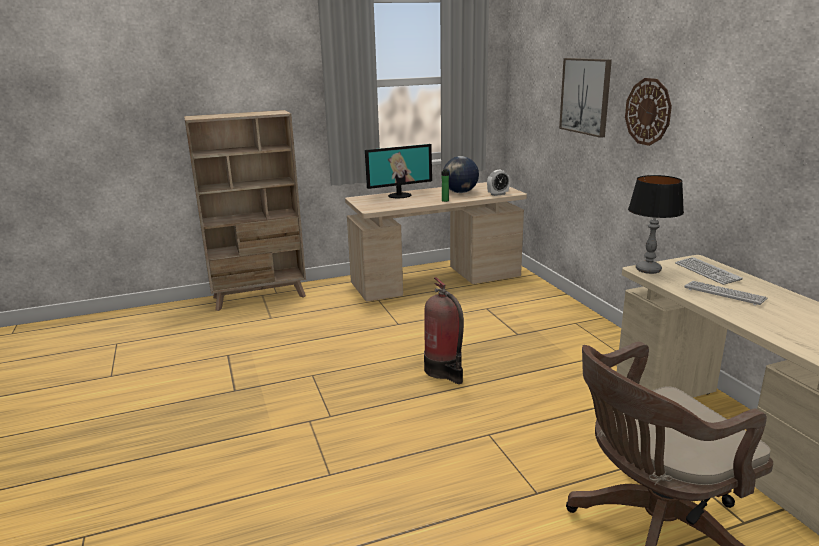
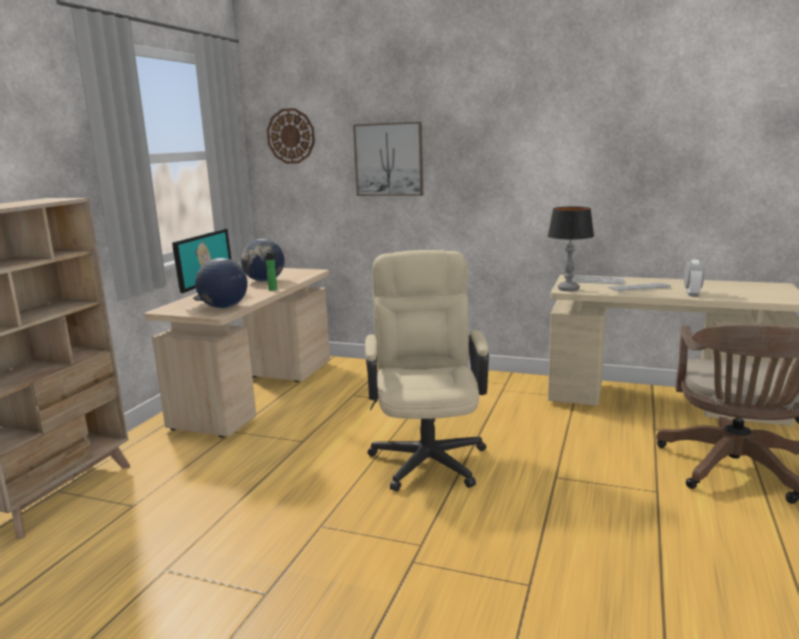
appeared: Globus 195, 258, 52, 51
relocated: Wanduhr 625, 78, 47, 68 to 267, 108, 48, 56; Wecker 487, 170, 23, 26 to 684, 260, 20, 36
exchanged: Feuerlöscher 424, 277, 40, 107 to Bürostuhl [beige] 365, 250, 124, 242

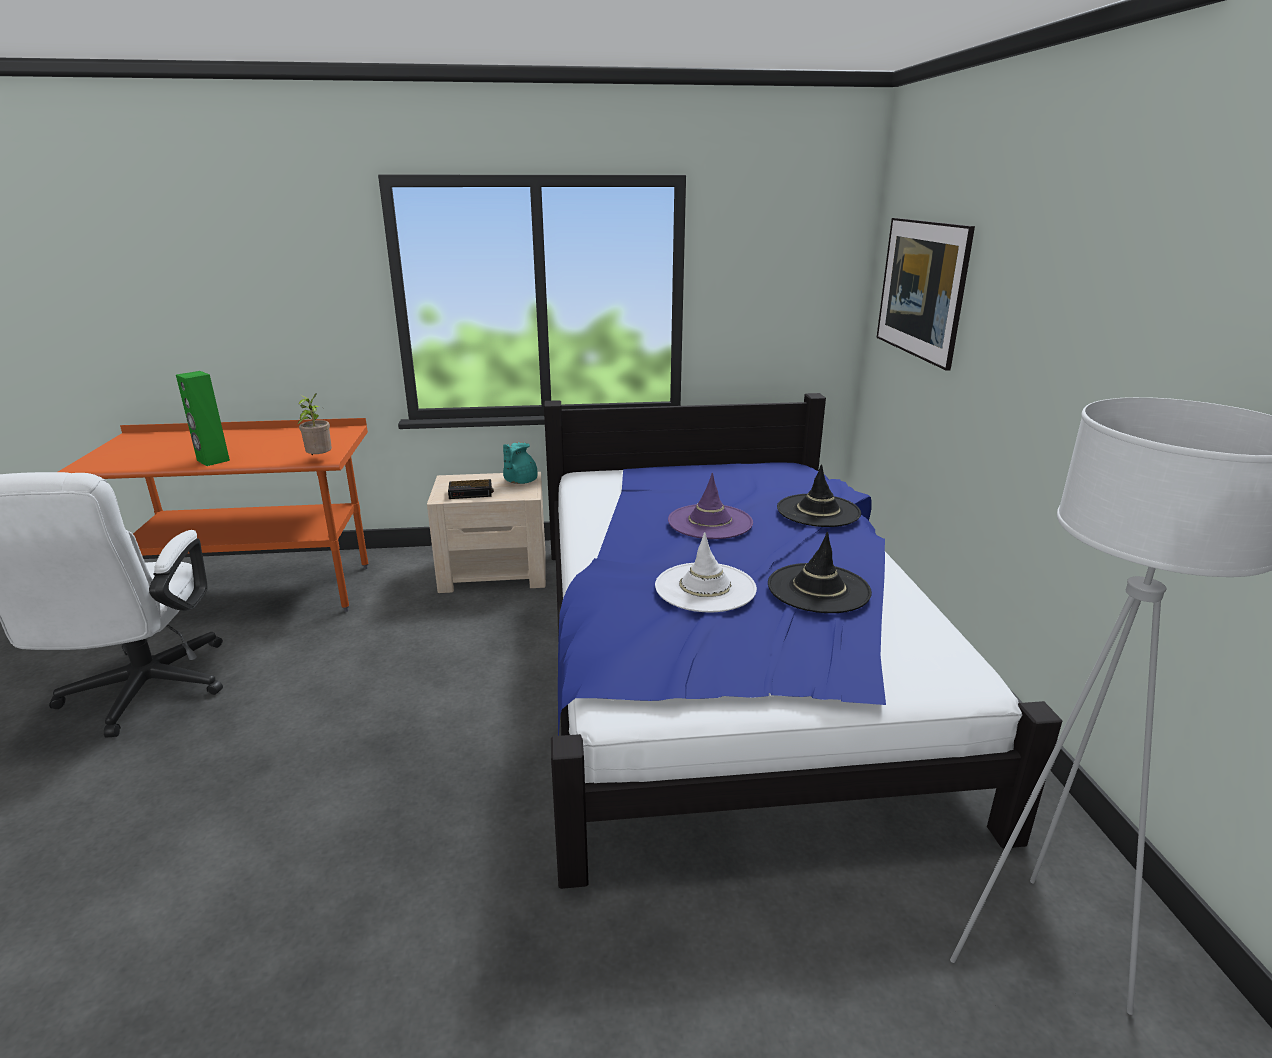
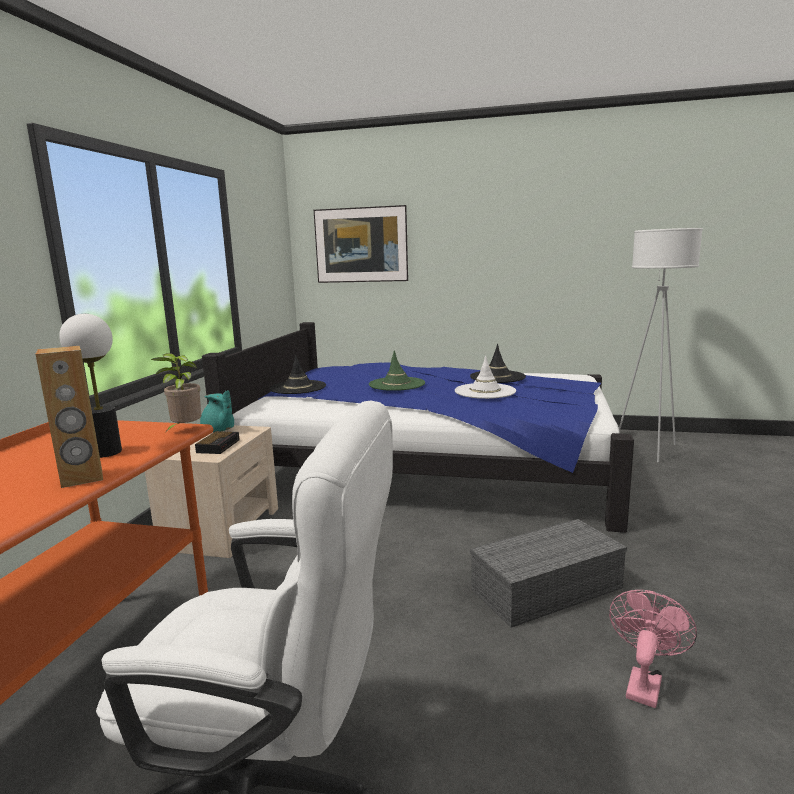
appeared: Tischlampe 59, 314, 63, 144; Aufbewahrungsbox [grau] 470, 519, 157, 109; Ventilator [rosa] 609, 590, 88, 118
relocated: Hut [schwarz] 777, 464, 84, 63 to 269, 354, 57, 40
colour: Lautsprecher [grün] 176, 371, 54, 95 to Lautsprecher [braun] 36, 346, 67, 142; Hut [lila] 668, 473, 85, 66 to Hut [grün] 369, 350, 56, 41

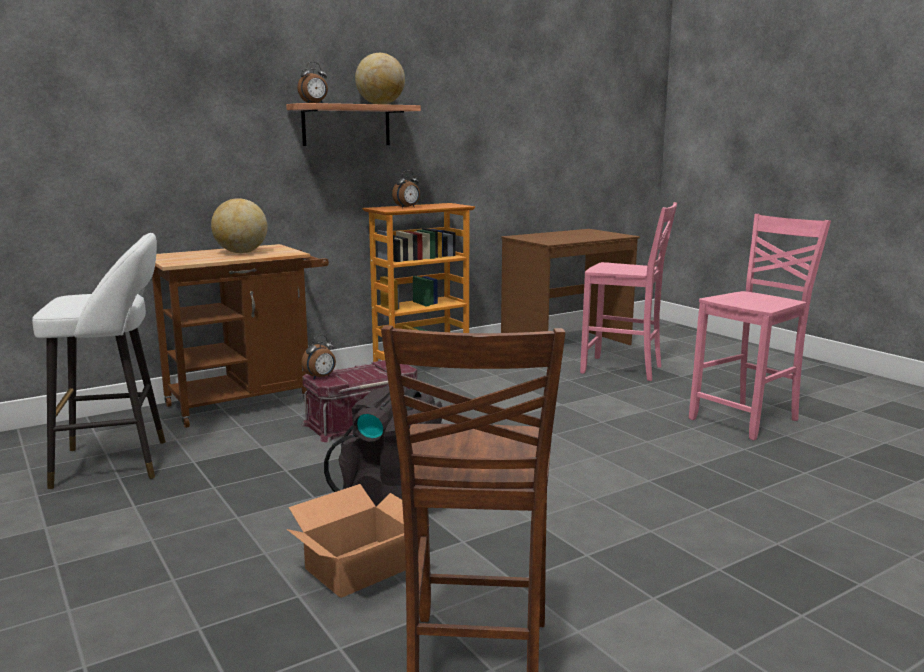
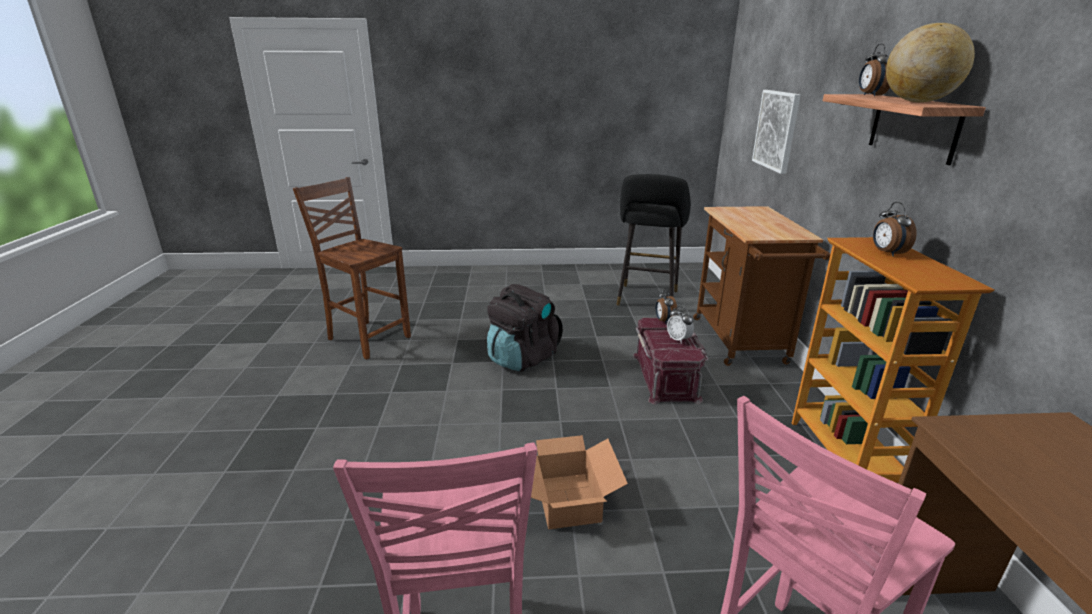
missing: Globus 211, 198, 56, 55
appeared: Wecker 667, 306, 27, 38; Bild 752, 90, 49, 84
relocated: Karton 287, 484, 119, 114 to 531, 435, 97, 94
colour: Hocker [weiß] 32, 233, 134, 256 to Hocker [schwarz] 616, 174, 75, 132

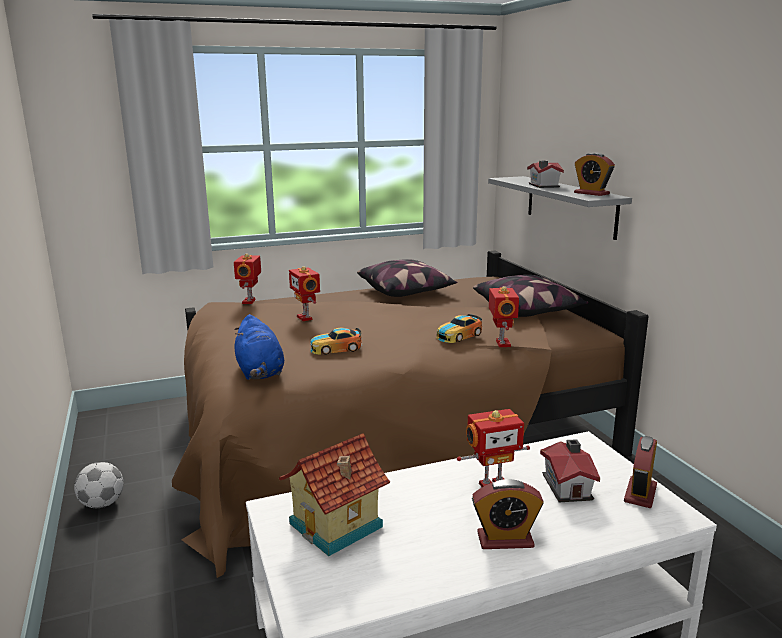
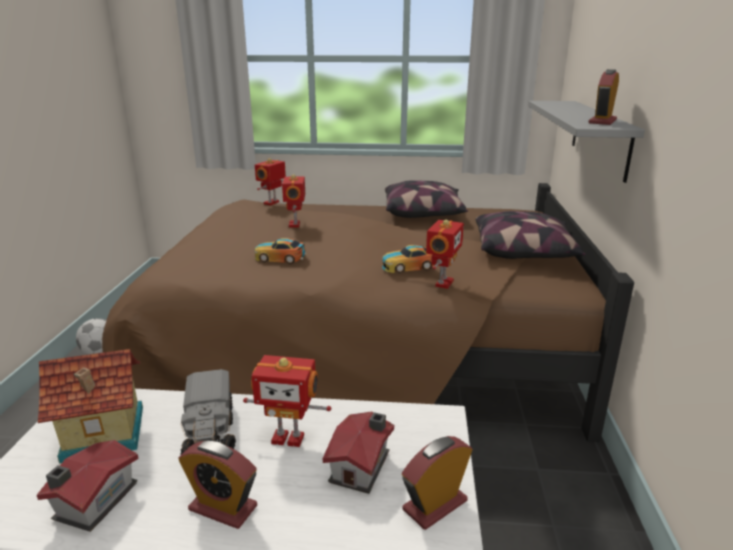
missing: Plüschtier [blau] 234, 314, 50, 66
appeared: Spielzeuglaster 180, 369, 56, 86
relocated: Spielzeughaus 527, 160, 37, 28 to 37, 440, 102, 92
spun: Wecker 574, 153, 41, 43 = 589, 69, 30, 56 45 degrees clockwise

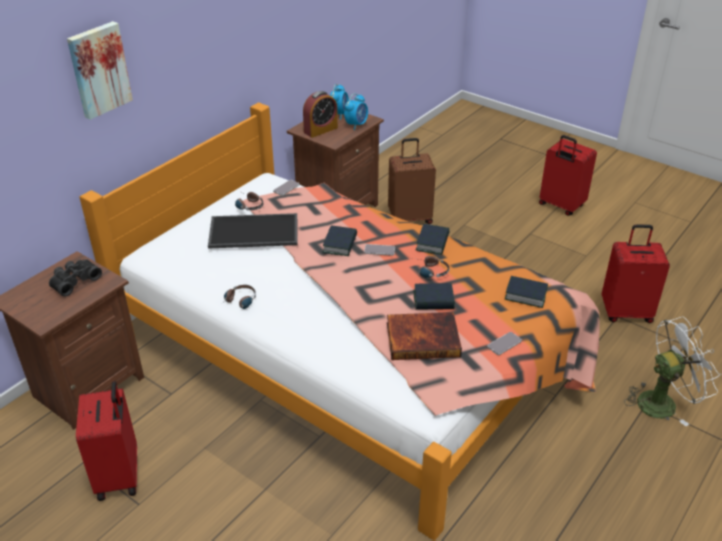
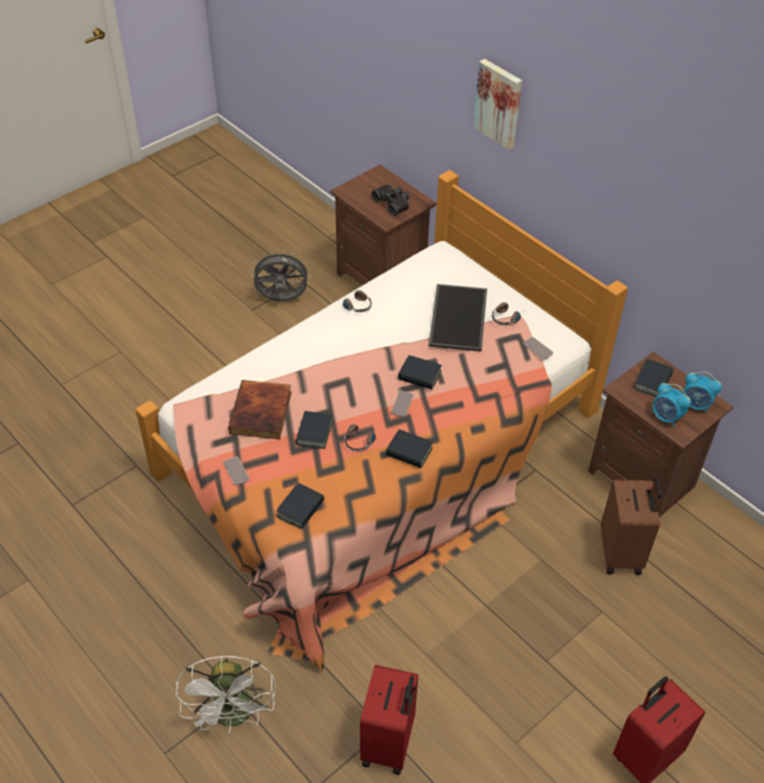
exchanged: Koffer [rot] 76, 381, 61, 120 to Ventilator [grau] 251, 250, 60, 51; Wecker 303, 91, 35, 47 to Buch 633, 359, 40, 38

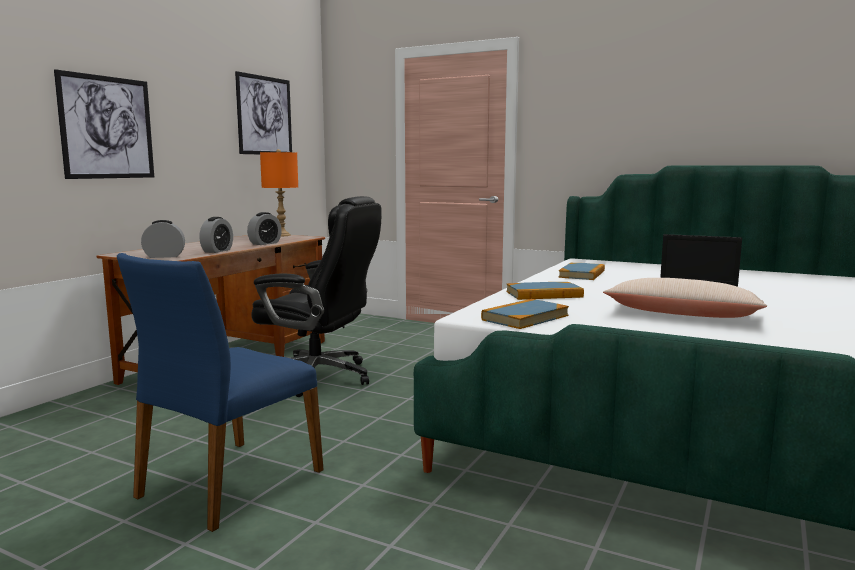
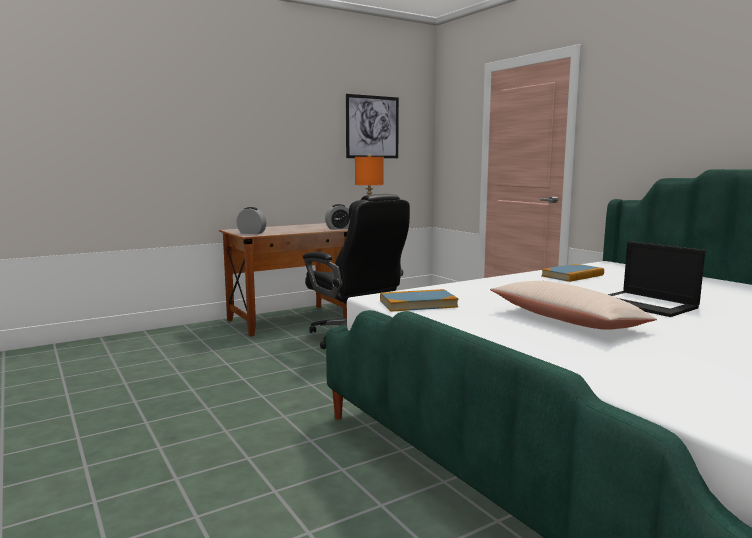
missing: Bild 54, 69, 100, 110; Stuhl [blau] 117, 253, 207, 279; Wecker 199, 217, 34, 36; Buch 506, 282, 78, 18

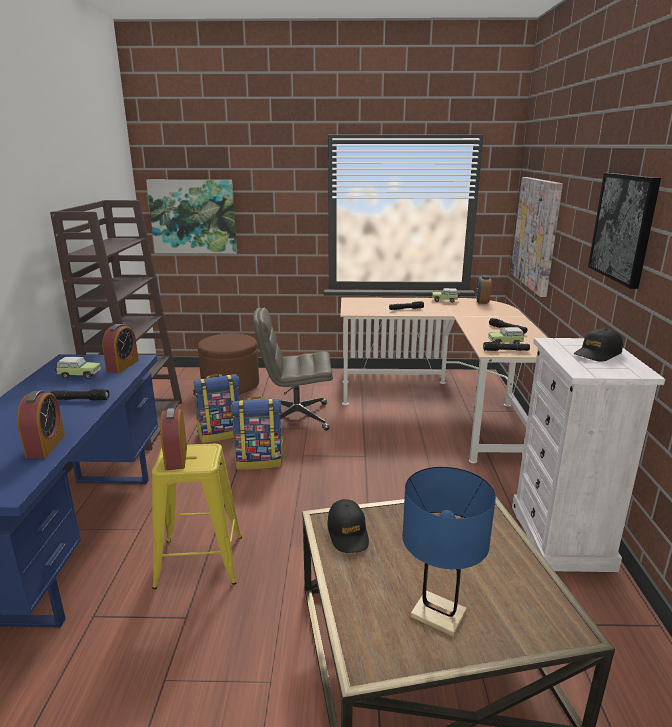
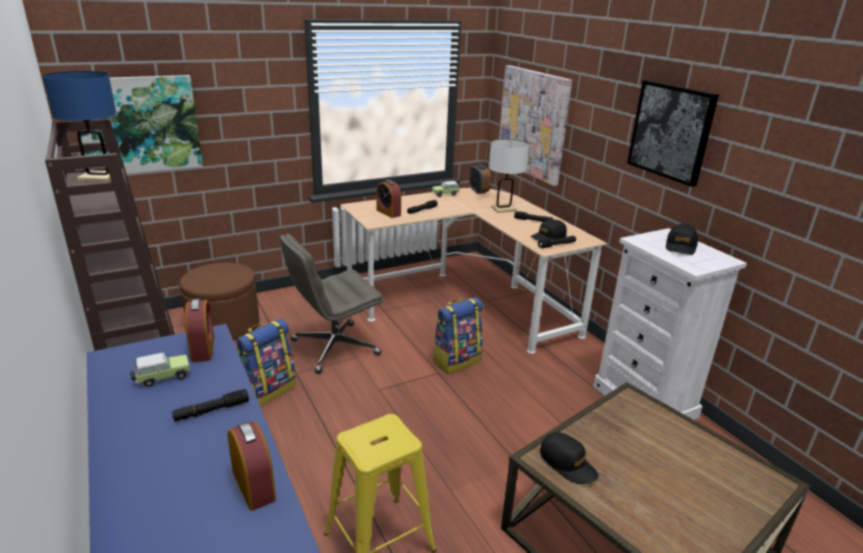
appeared: Tischlampe [weiß] 489, 139, 40, 74
relocated: Tischlampe [blau] 402, 467, 94, 170 to 42, 71, 75, 111; Wecker 160, 408, 27, 62 to 376, 180, 25, 38; Rucksack 231, 396, 52, 74 to 433, 297, 50, 77
exchanged: Spielzeugauto 488, 327, 36, 17 to Kappe [schwarz] 531, 220, 36, 21

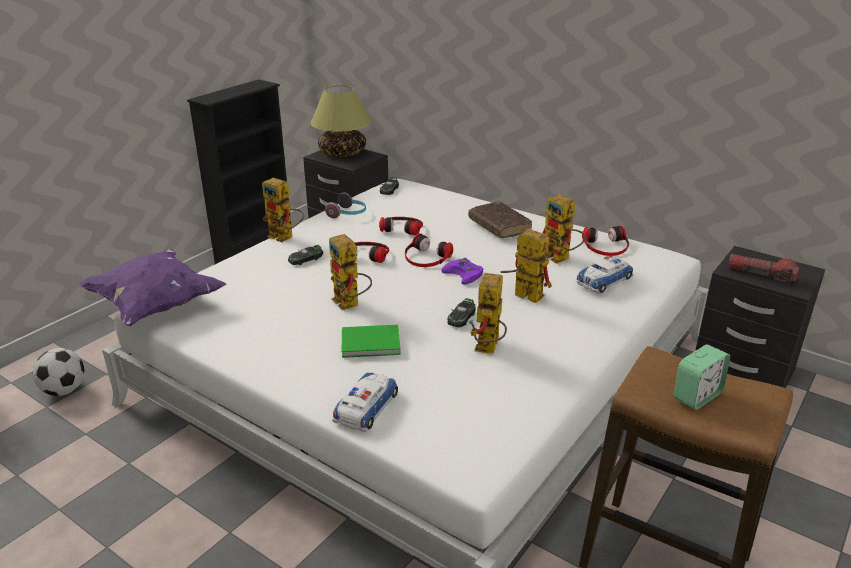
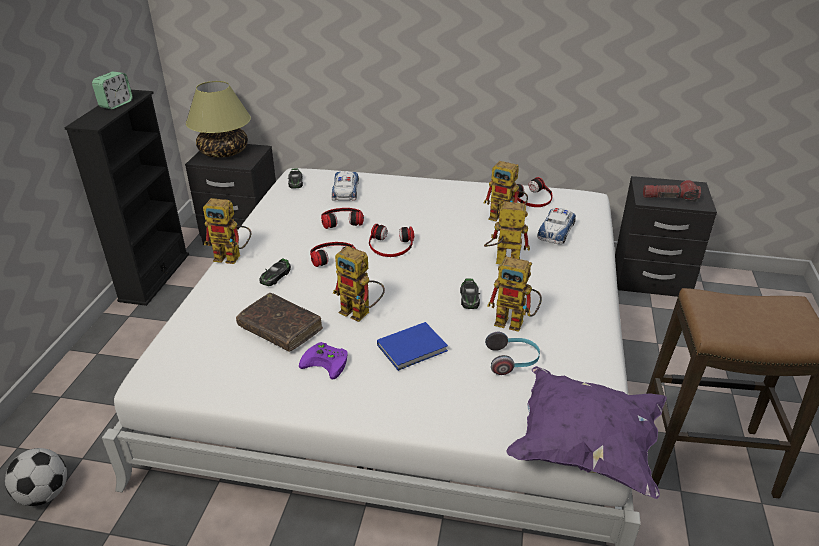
relocated: Wecker 674, 344, 56, 66 to 92, 72, 41, 37; Buch [braun] 468, 201, 64, 37 to 236, 293, 87, 59; Gamepad [lila] 441, 258, 42, 27 to 299, 342, 49, 38; Spielzeugauto 332, 372, 66, 60 to 332, 171, 27, 30; Kopfhörer 325, 193, 41, 25 to 485, 332, 55, 43; Kissen [lila] 79, 249, 148, 77 to 506, 366, 161, 133
colour: Buch [grün] 342, 325, 59, 33 to Buch [blau] 377, 322, 71, 49
spun: Spielzeugroboter 469, 273, 38, 81 = 487, 257, 55, 75 60 degrees counterclockwise

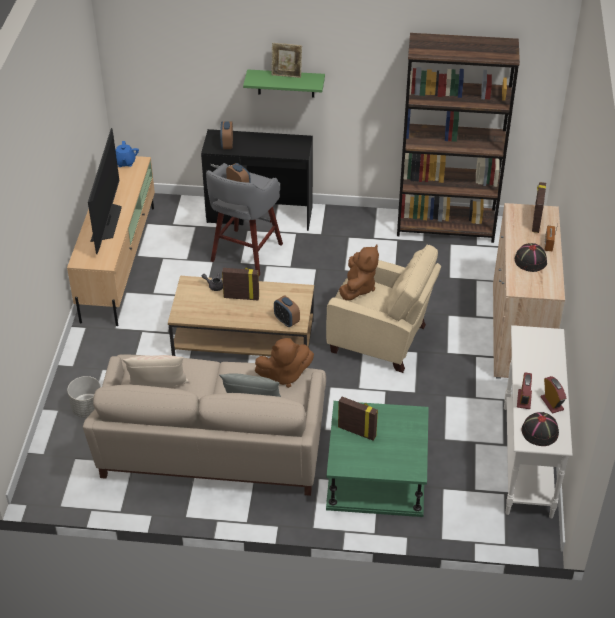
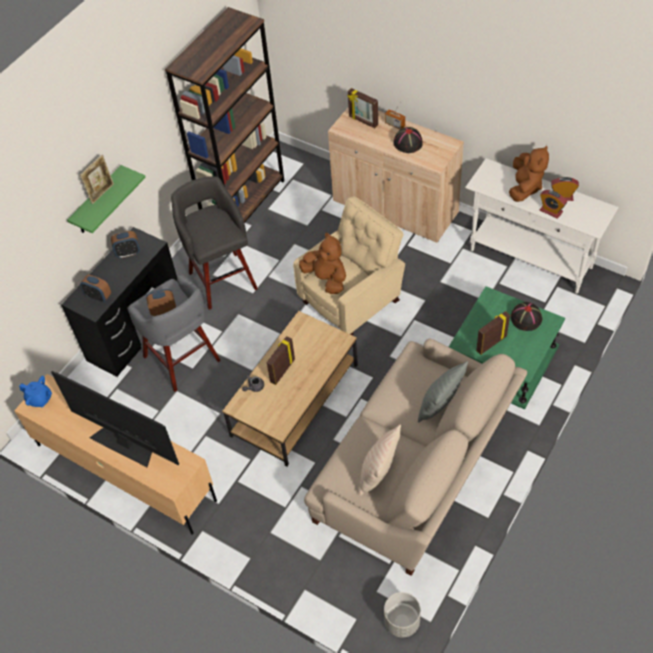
appeared: Hocker [grau] 171, 176, 87, 134
relocated: Wecker 274, 296, 26, 31 to 111, 231, 29, 27; Pflanzkübel [grau] 67, 376, 34, 42 to 384, 592, 37, 45; Plüschtier [braun] 255, 338, 59, 50 to 509, 145, 40, 57; Hut [schwarz] 521, 412, 38, 34 to 511, 302, 31, 29

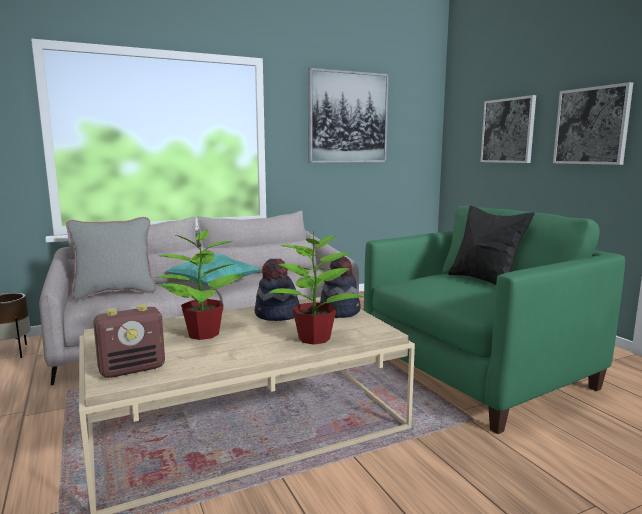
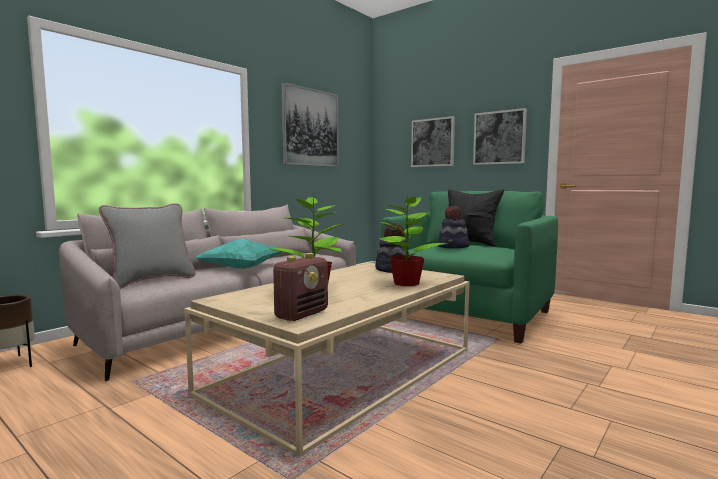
relocated: Hut 255, 259, 44, 62 to 438, 206, 32, 42

